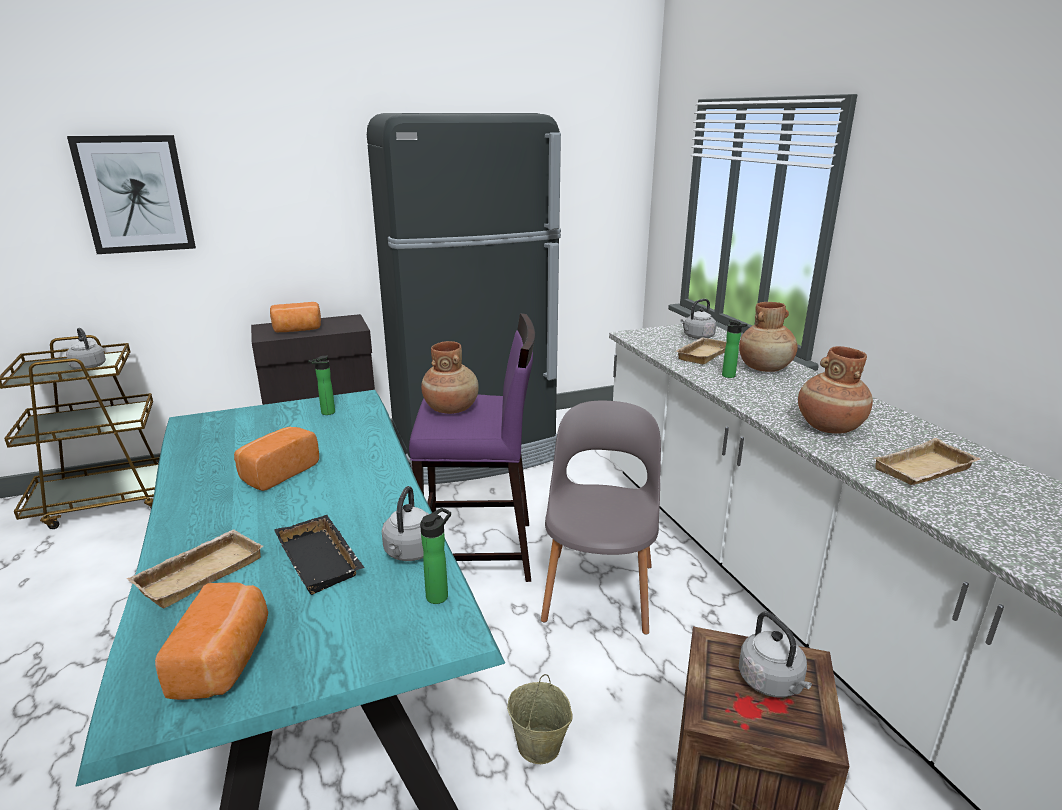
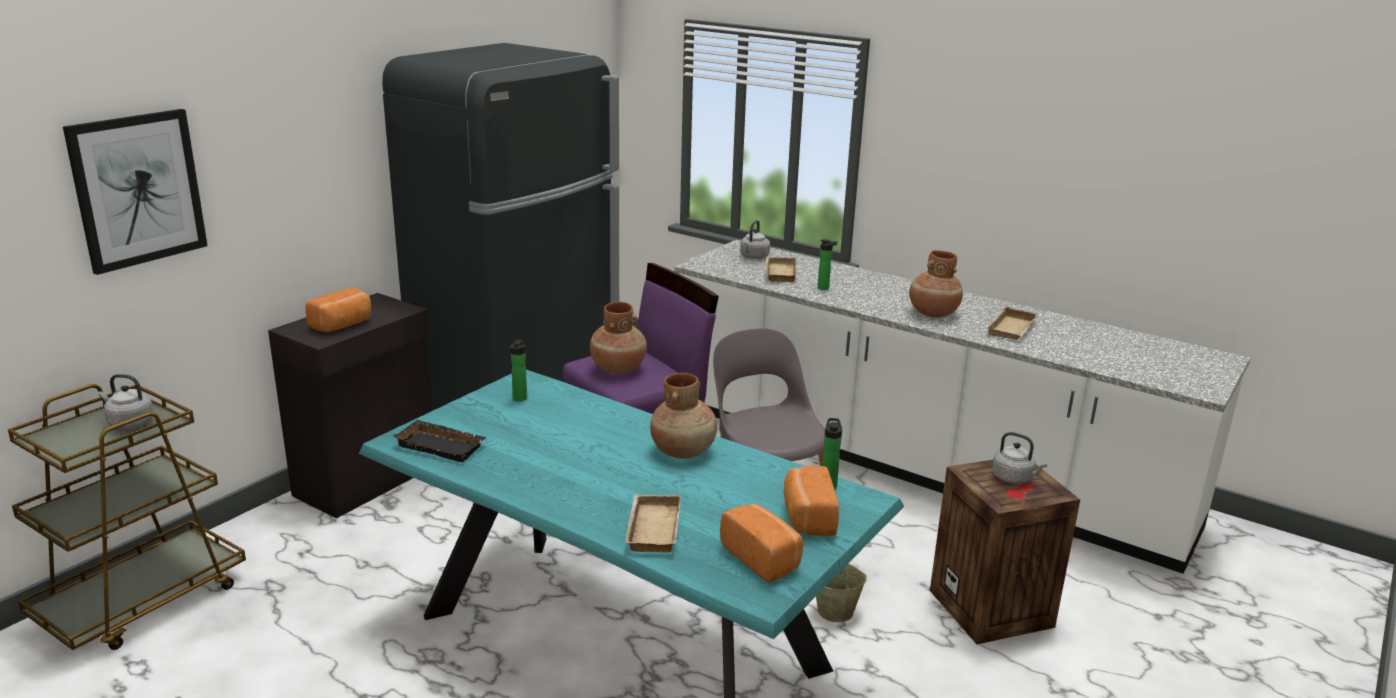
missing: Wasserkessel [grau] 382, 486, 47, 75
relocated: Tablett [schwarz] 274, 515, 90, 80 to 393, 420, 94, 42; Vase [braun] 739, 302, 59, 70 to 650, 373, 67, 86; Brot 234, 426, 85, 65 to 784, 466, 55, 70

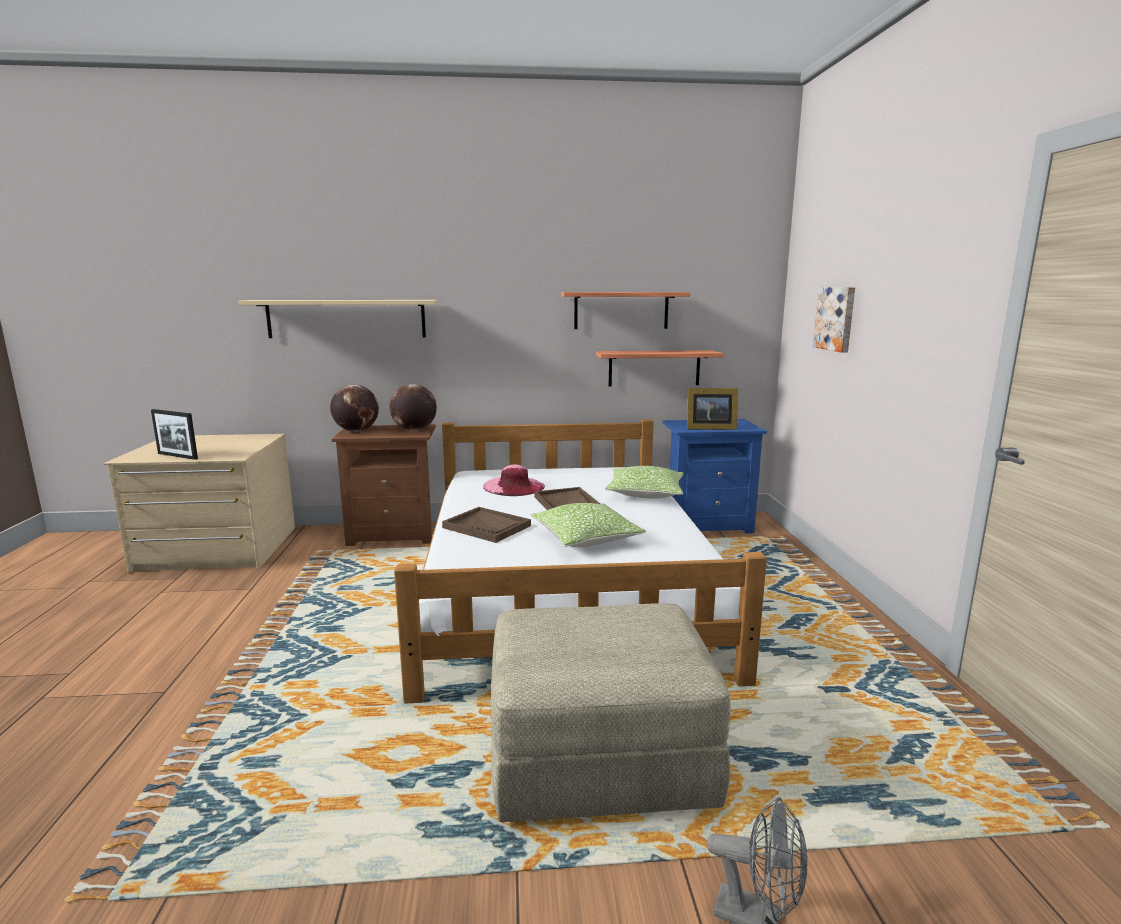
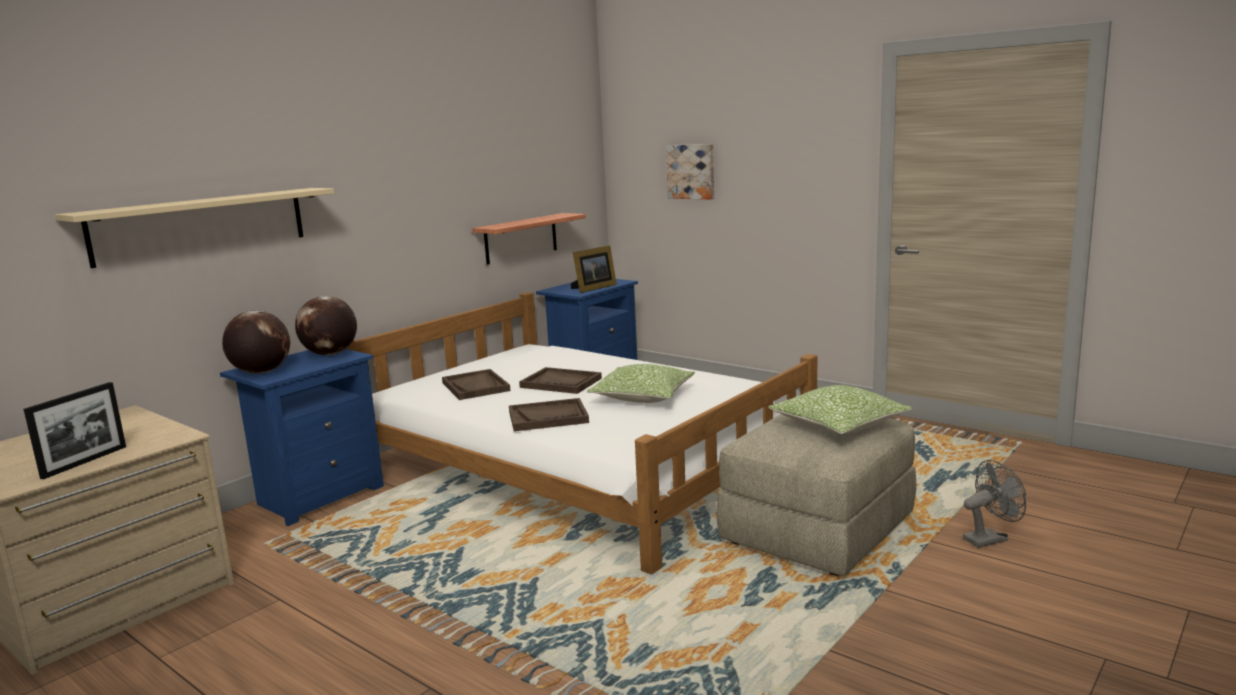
missing: Wandregal 561, 292, 129, 37
relocated: Kissen 605, 466, 79, 33 to 768, 385, 144, 49
exchanged: Hut [rosa] 483, 465, 62, 31 to Tablett [braun] 442, 369, 68, 31
colour: Nachttisch [braun] 331, 424, 105, 122 to Nachttisch [blau] 220, 349, 164, 177
spun: Bilderrahmen 151, 409, 47, 51 = 24, 382, 102, 97 45 degrees counterclockwise

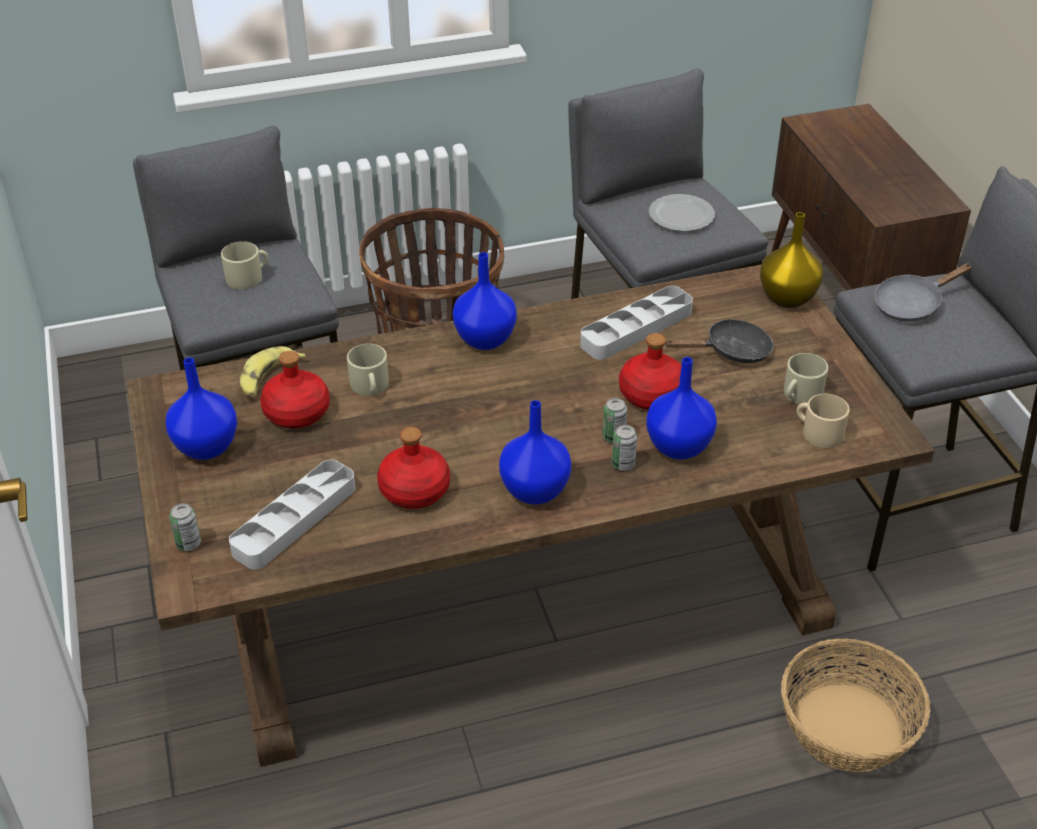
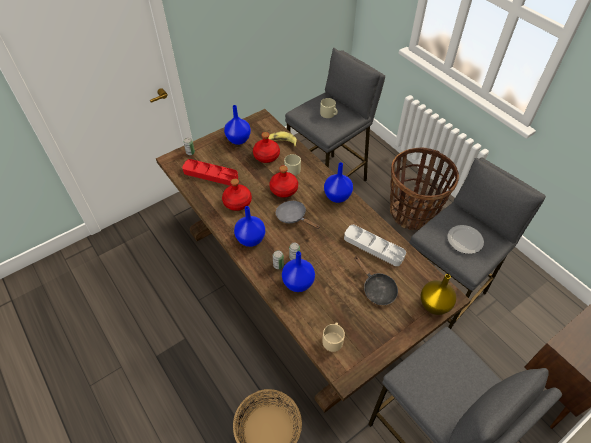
missing: Henkelbecher [beige] 784, 353, 44, 51
relocated: Flasche [rot] 619, 333, 62, 77 to 269, 166, 29, 32; Pfanne [grau] 874, 263, 98, 59 to 276, 201, 44, 28
colour: Tablett [grau] 229, 460, 126, 109 to Tablett [rot] 182, 159, 56, 27

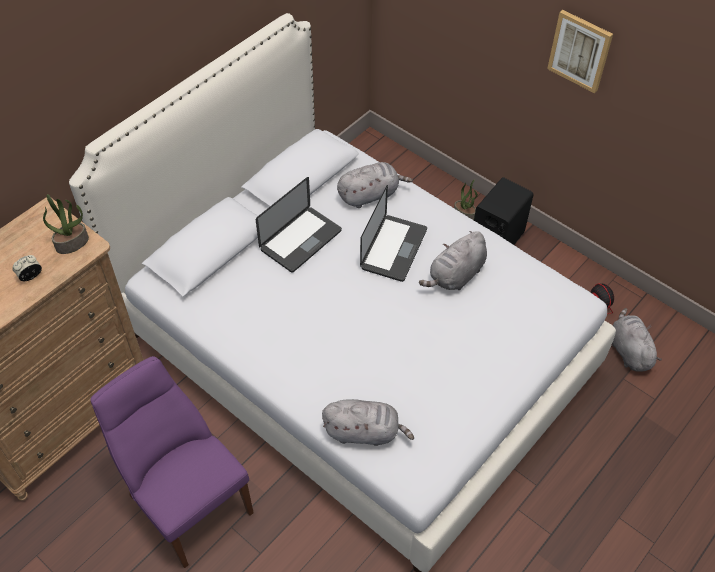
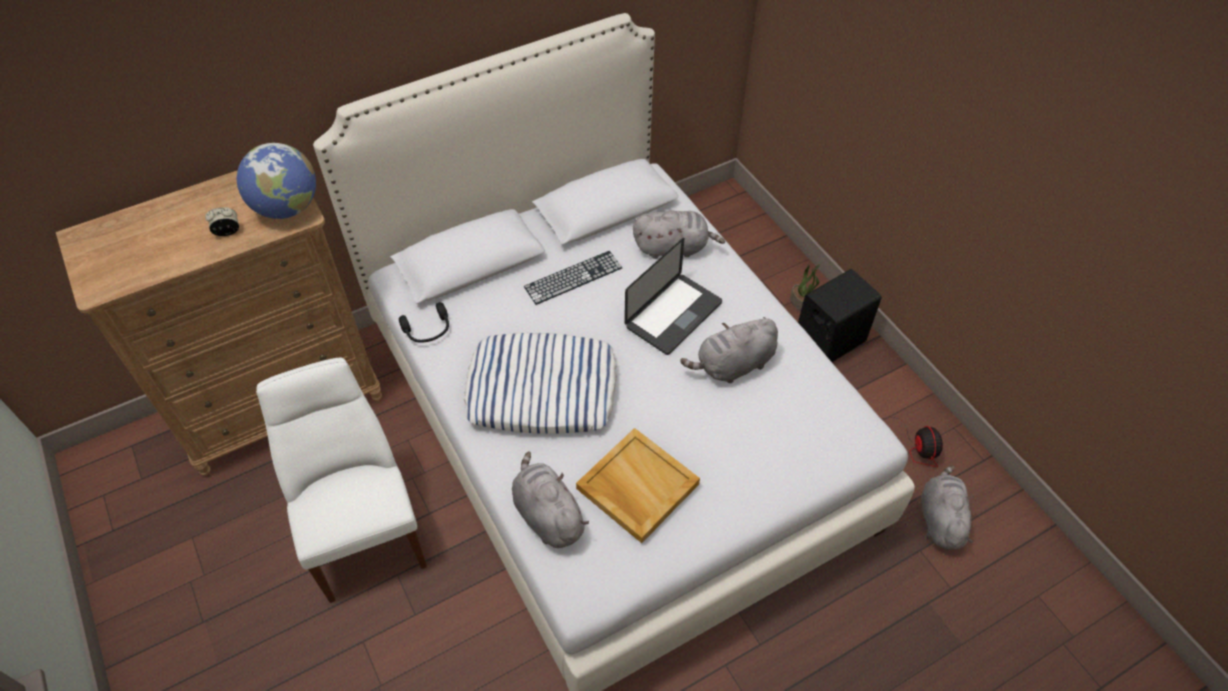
missing: Bild 547, 10, 66, 83
appeared: Kopfhörer [schwarz] 399, 302, 50, 41; Kissen 464, 333, 153, 101; Tablett [beige] 576, 428, 124, 115
exchanged: Topfpflanze 43, 194, 46, 60 to Globus 237, 143, 79, 76; Laptop 256, 177, 86, 96 to Tastatur 524, 251, 99, 54
colour: Stuhl [lila] 90, 356, 164, 212 to Stuhl [weiß] 256, 357, 171, 246
spun: Plüschtier [grau] 322, 399, 92, 47 = 512, 451, 77, 97 150 degrees counterclockwise

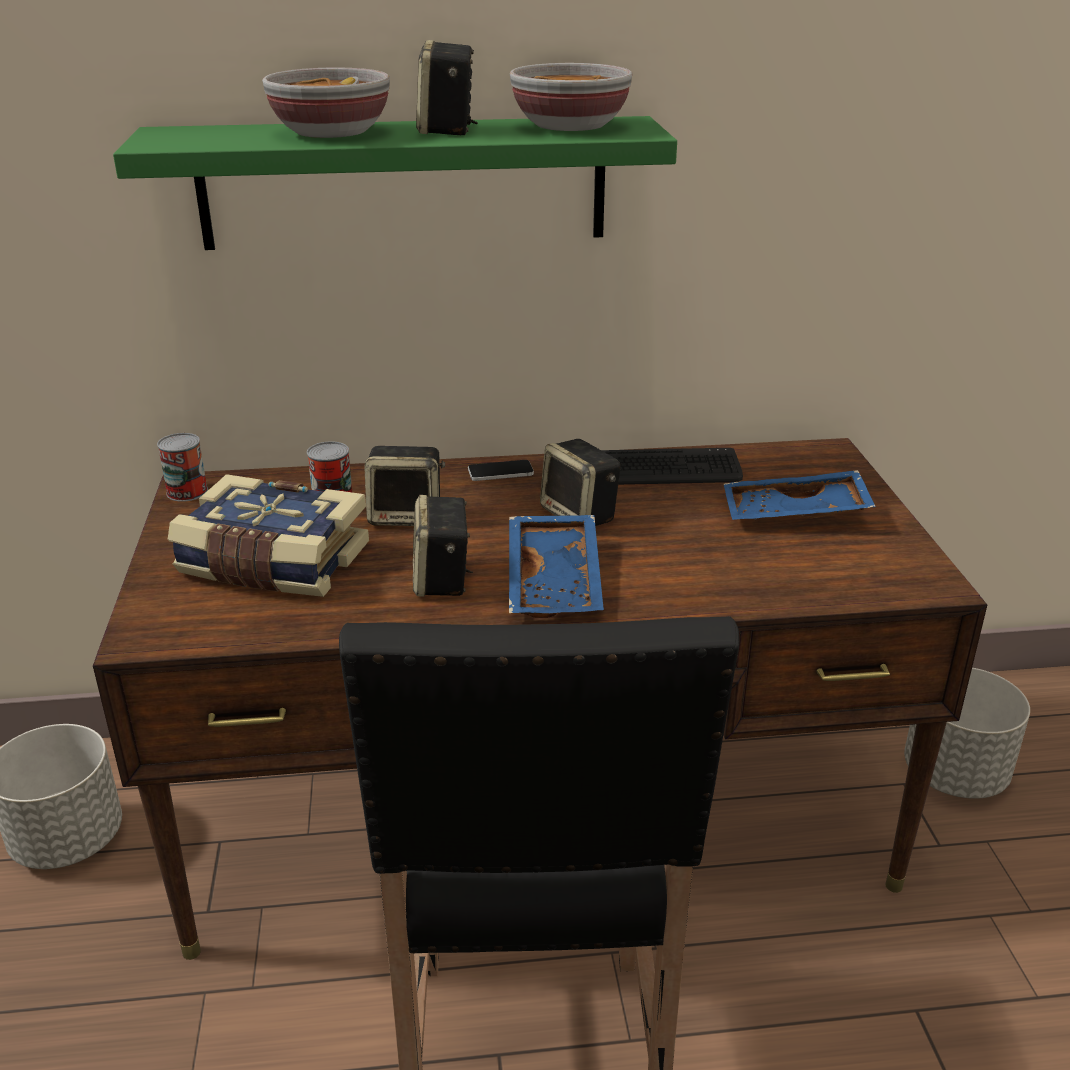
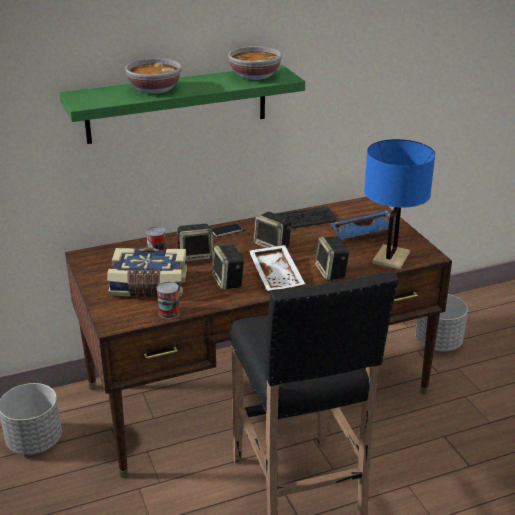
appeared: Tischlampe [blau] 364, 139, 71, 131
relocated: Dose 157, 433, 51, 69 to 157, 282, 23, 37; Lautsprecher 416, 40, 62, 95 to 315, 236, 35, 44
colour: Tablett [blau] 509, 515, 95, 103 to Tablett [weiß] 249, 245, 56, 46

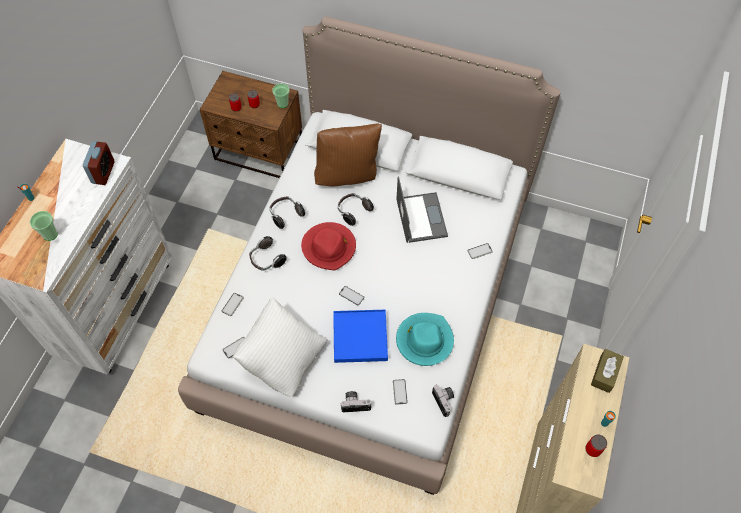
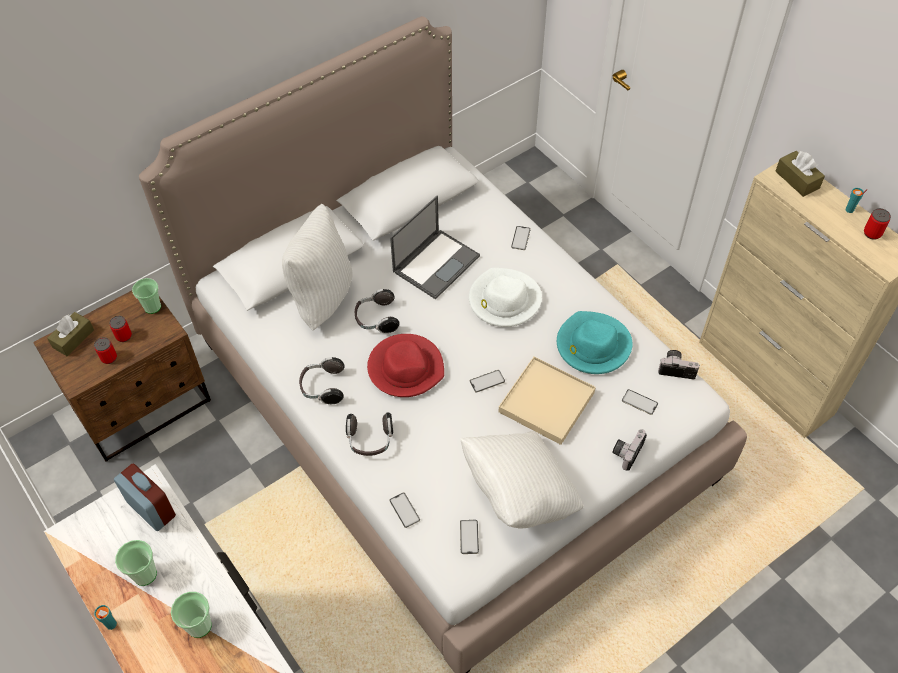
appeared: Taschentuchbox [braun] 47, 312, 47, 44; Tasse 115, 540, 42, 46; Hut [weiß] 469, 268, 73, 59
colour: Kissen [braun] 314, 124, 68, 63 to Kissen [weiß] 282, 204, 70, 126; Tablett [blau] 333, 310, 55, 53 to Tablett [beige] 498, 356, 98, 89
spun: Laptop 396, 176, 52, 67 = 390, 196, 90, 104 105 degrees clockwise

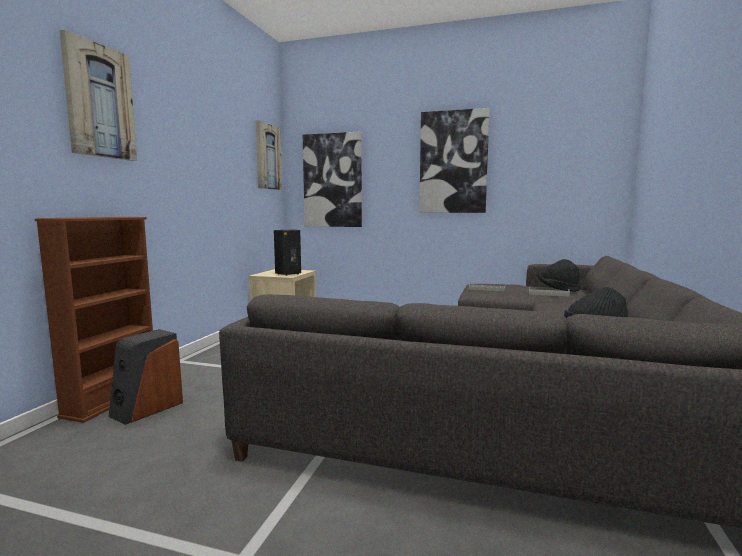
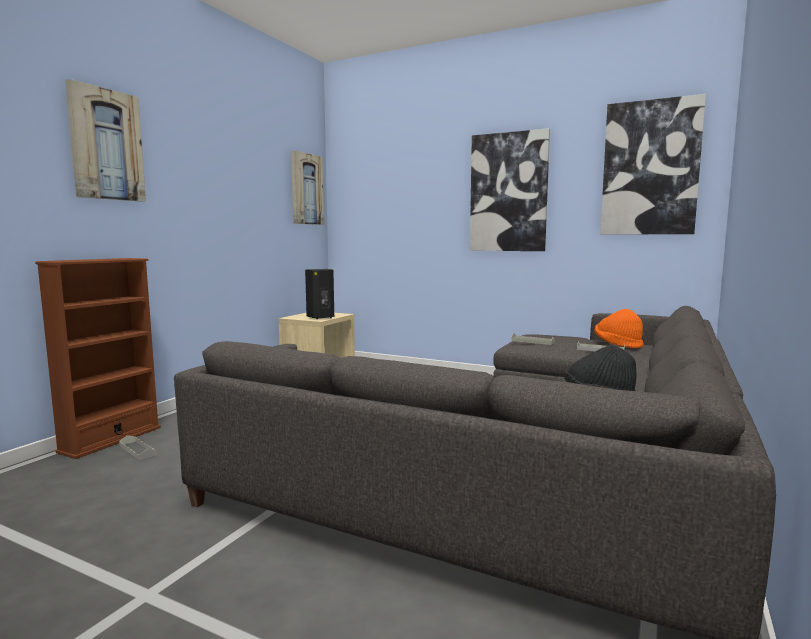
relocated: Bild 303, 132, 59, 95 to 600, 94, 106, 141
exchanged: Lautsprecher 108, 329, 75, 96 to Tablett [grau] 119, 435, 38, 25
colour: Hut [schwarz] 538, 259, 42, 33 to Hut [orange] 594, 309, 50, 40

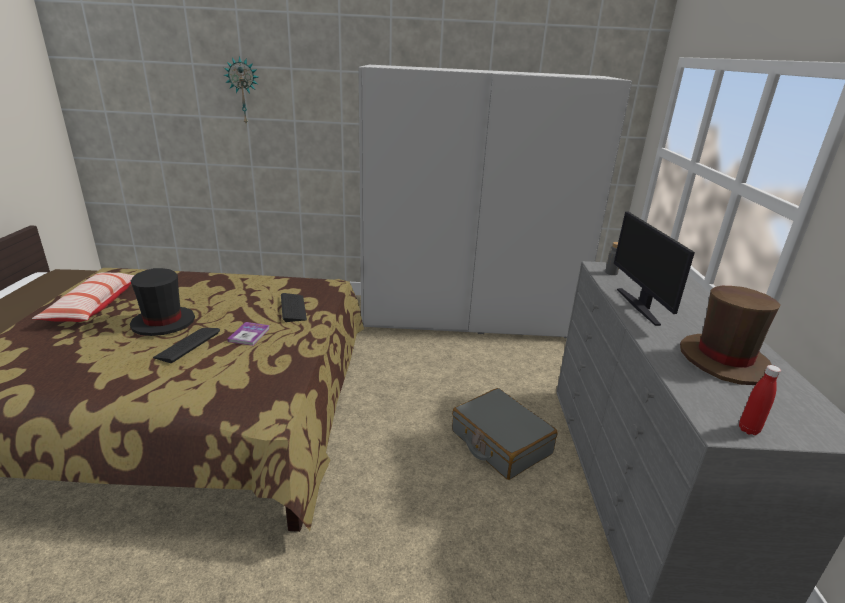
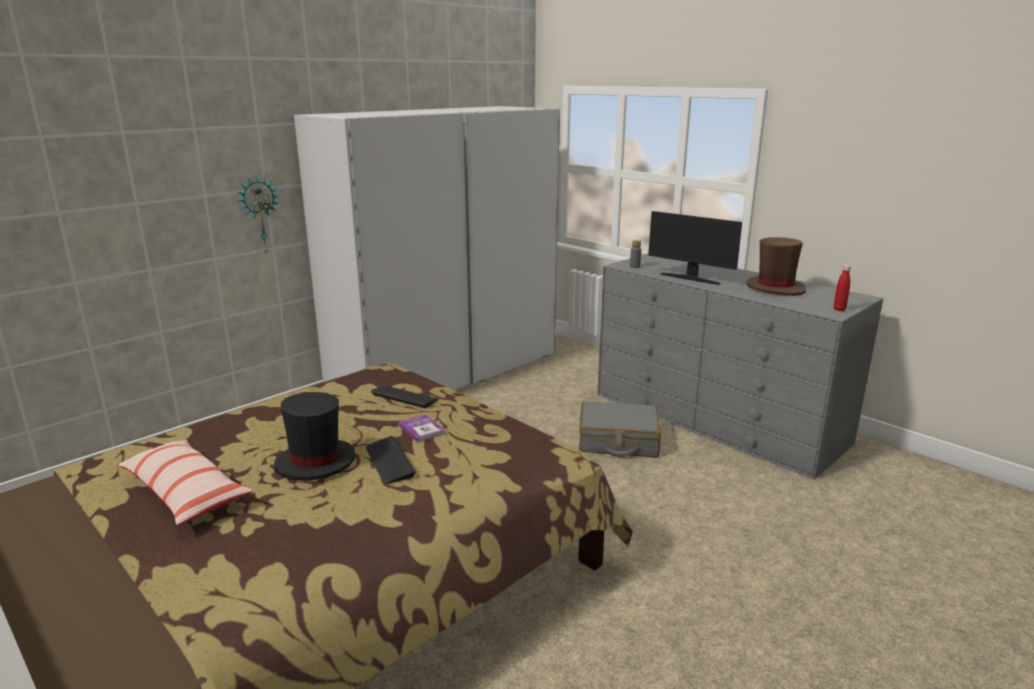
relocated: Wanduhr 224, 56, 34, 67 to 238, 176, 42, 79

